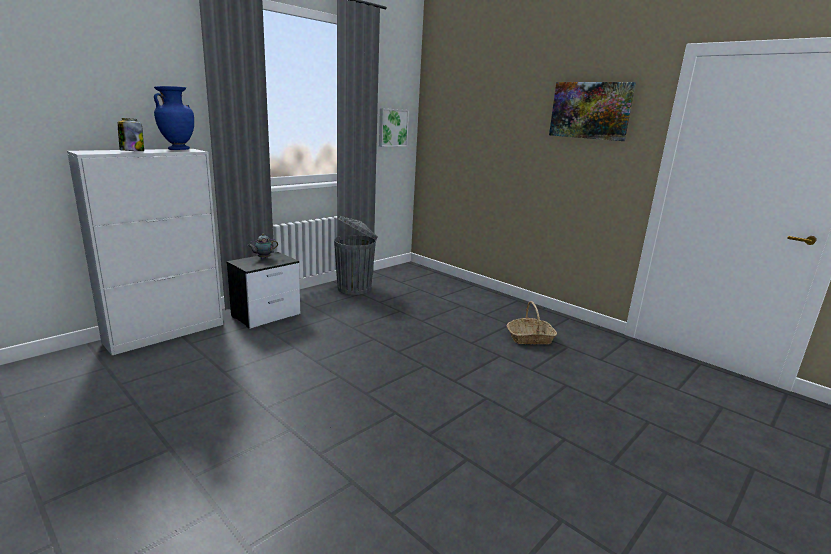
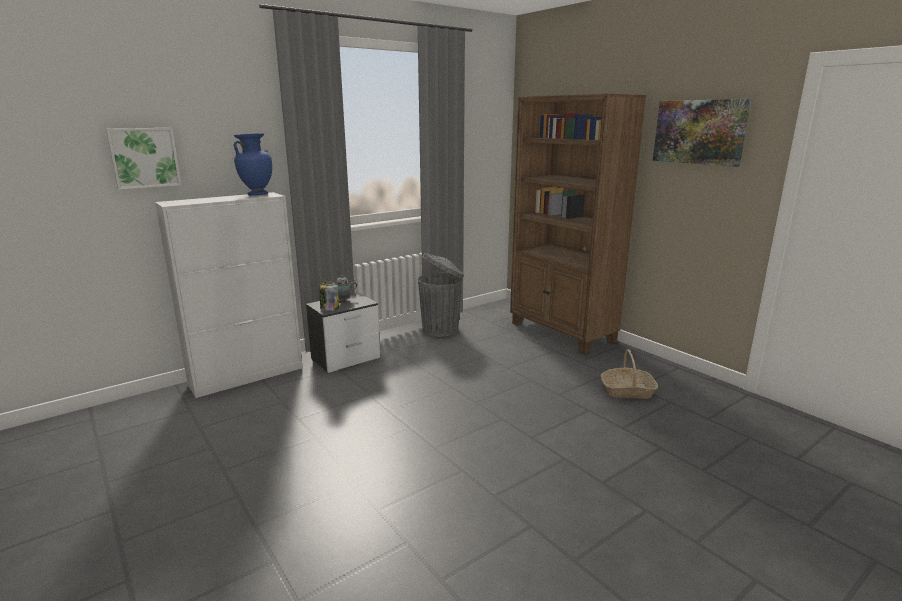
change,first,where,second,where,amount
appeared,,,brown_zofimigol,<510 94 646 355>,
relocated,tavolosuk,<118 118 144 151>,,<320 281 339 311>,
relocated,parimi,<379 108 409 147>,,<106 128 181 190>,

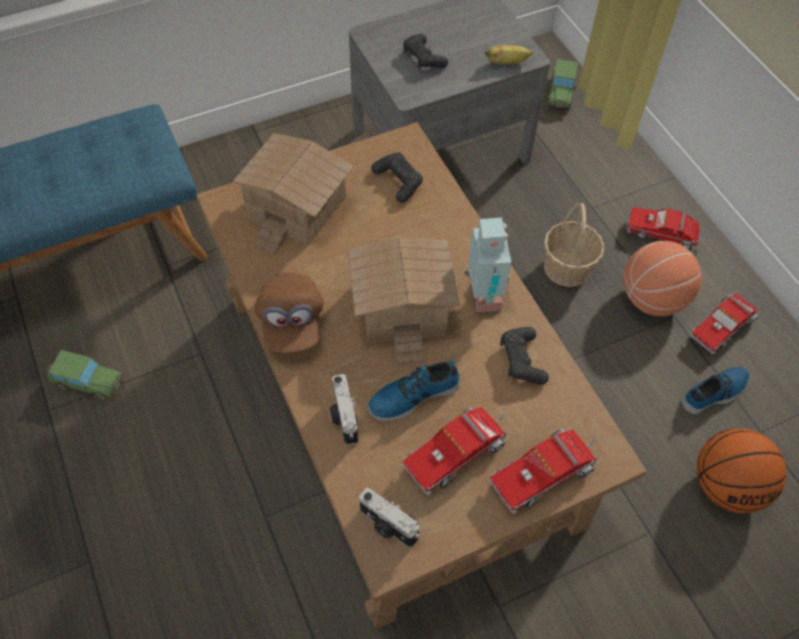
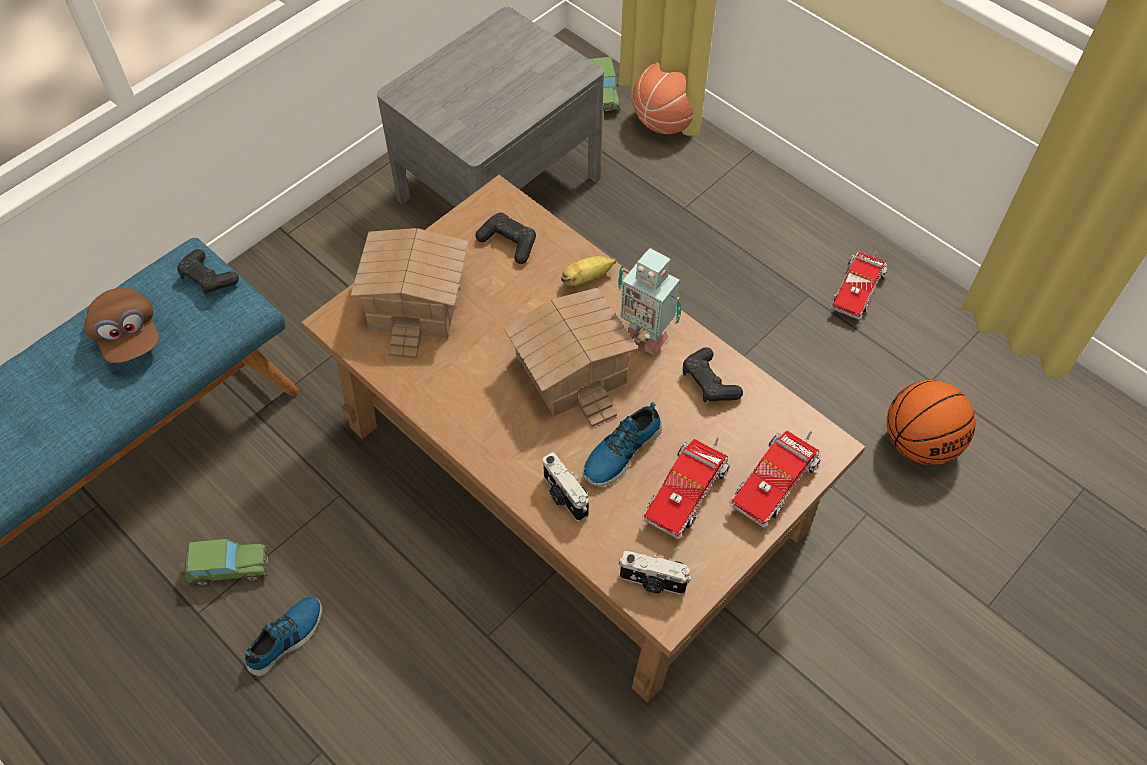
change,first,where,second,where,amount
missing,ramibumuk,<544 203 605 287>,,,
missing,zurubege,<627 207 708 250>,,,
relocated,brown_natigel,<254 272 324 353>,,<84 288 159 363>,
relocated,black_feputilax,<403 34 448 69>,,<177 249 239 295>,
relocated,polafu,<485 45 533 64>,,<561 256 616 286>,
relocated,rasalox,<623 241 702 316>,,<633 62 705 134>,
relocated,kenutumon,<682 367 749 414>,,<245 596 322 676>,
spun,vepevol,<464 217 512 312>,,<618 248 682 356>,150 degrees clockwise

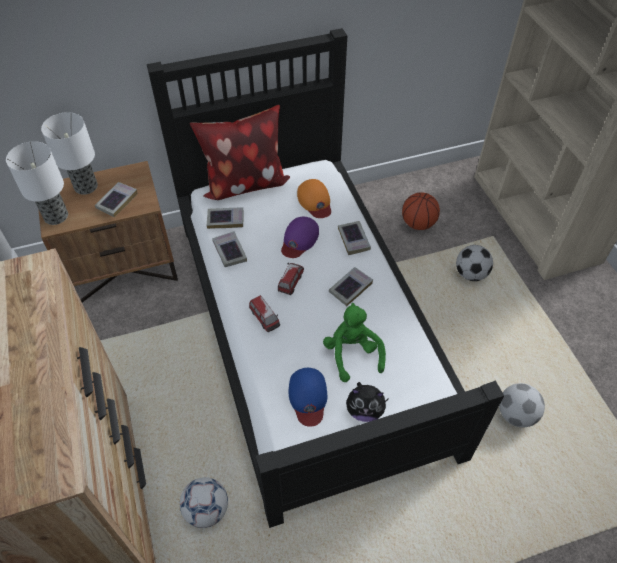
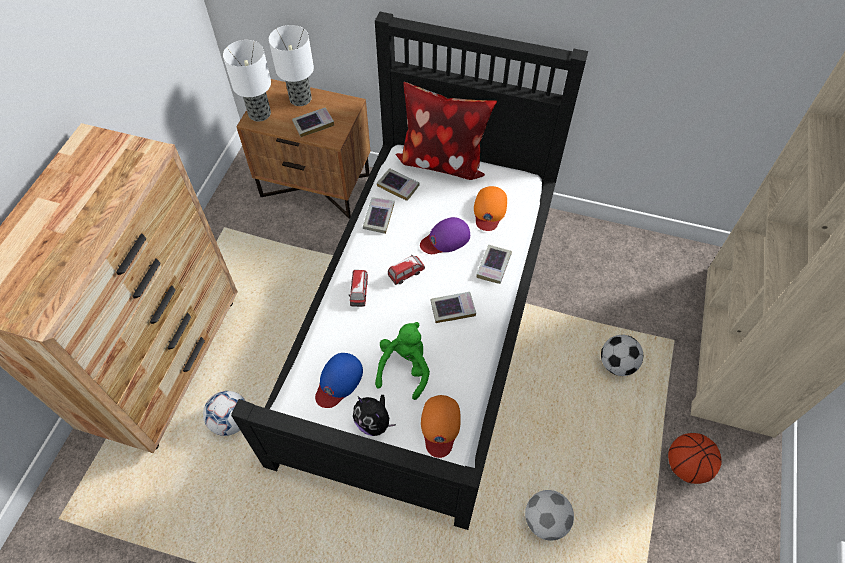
change,first,where,second,where,amount
appeared,,,orange_natigel,<421 395 461 458>,
relocated,rasalox,<402 192 440 230>,,<668 433 722 484>,

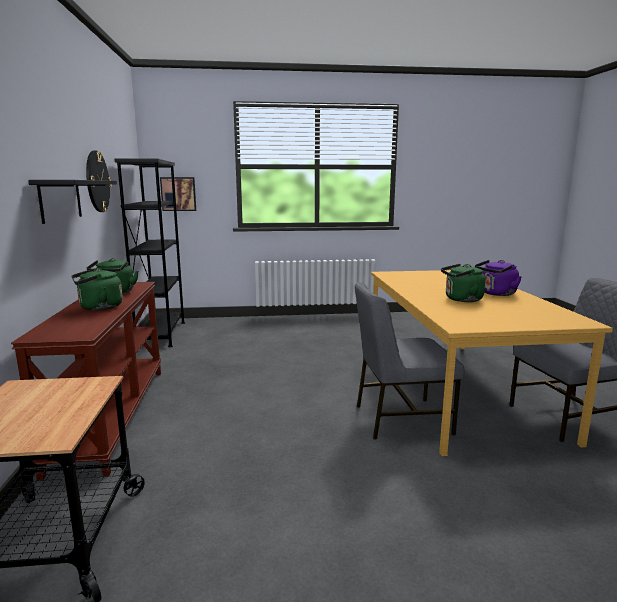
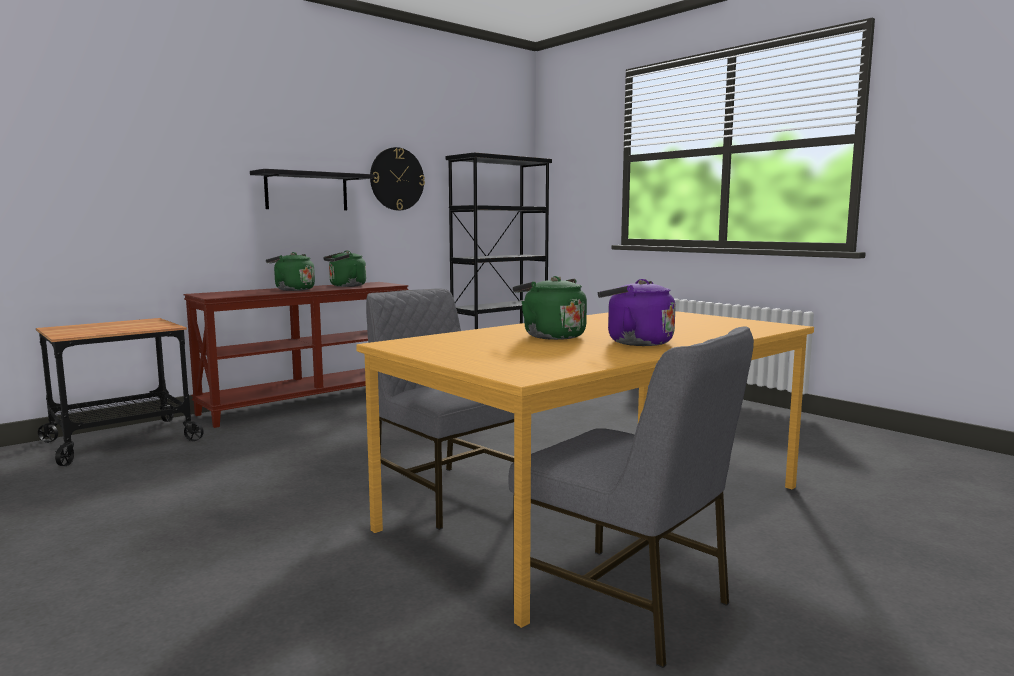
change,first,where,second,where,amount
missing,parimi,<160 177 196 211>,,,

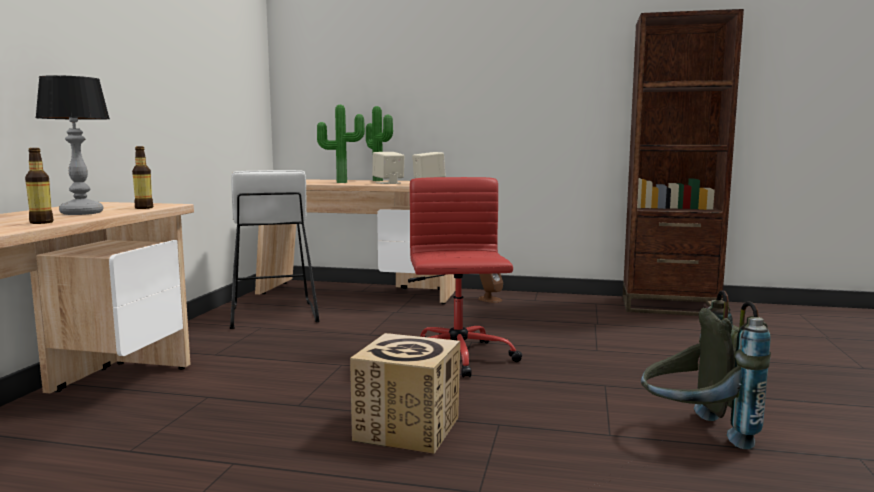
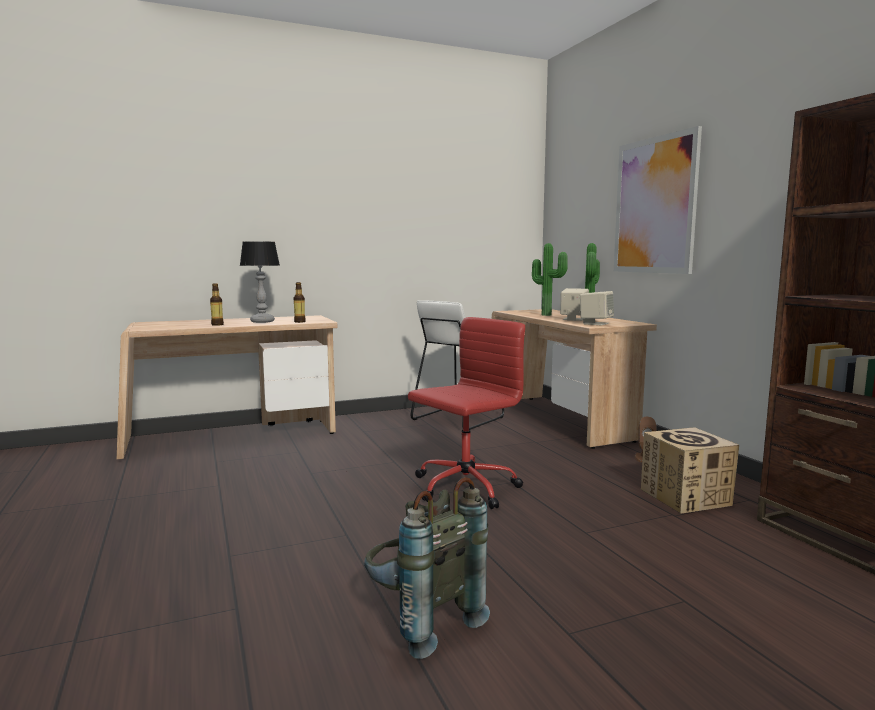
change,first,where,second,where,amount
appeared,,,parimi,<614 126 702 274>,
relocated,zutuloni,<350 333 460 454>,,<641 427 739 514>,

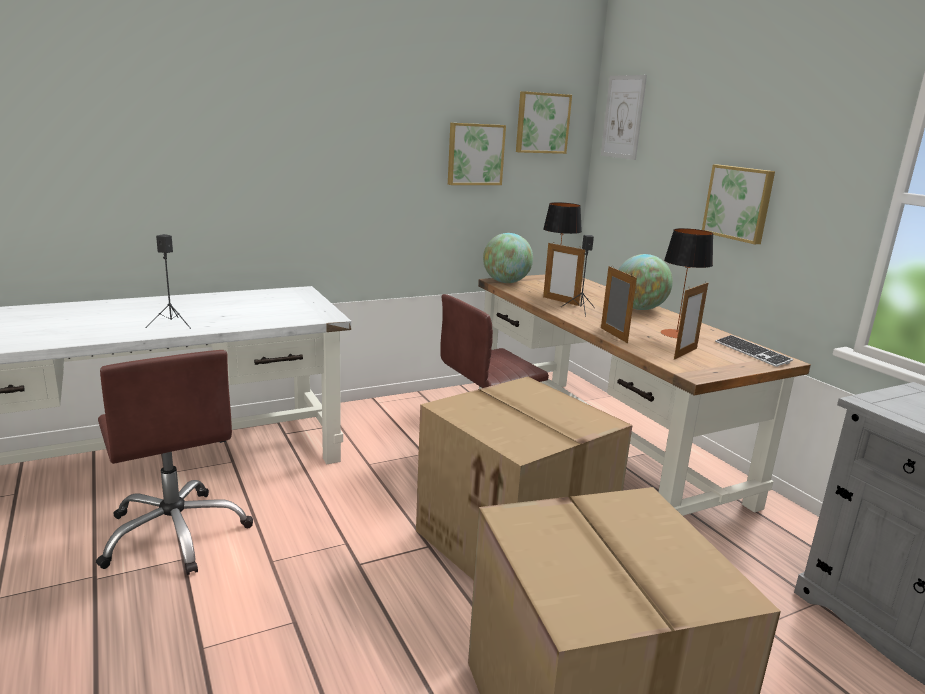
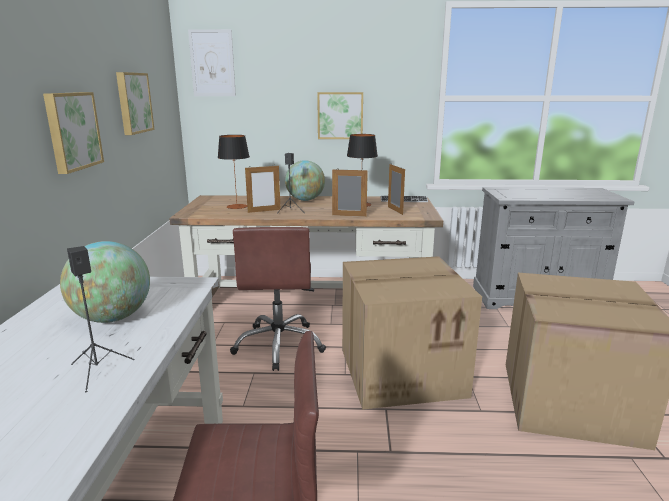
change,first,where,second,where,amount
relocated,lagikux,<483 233 533 283>,,<60 241 150 323>,
relocated,parimi,<516 91 572 154>,,<43 92 104 174>,

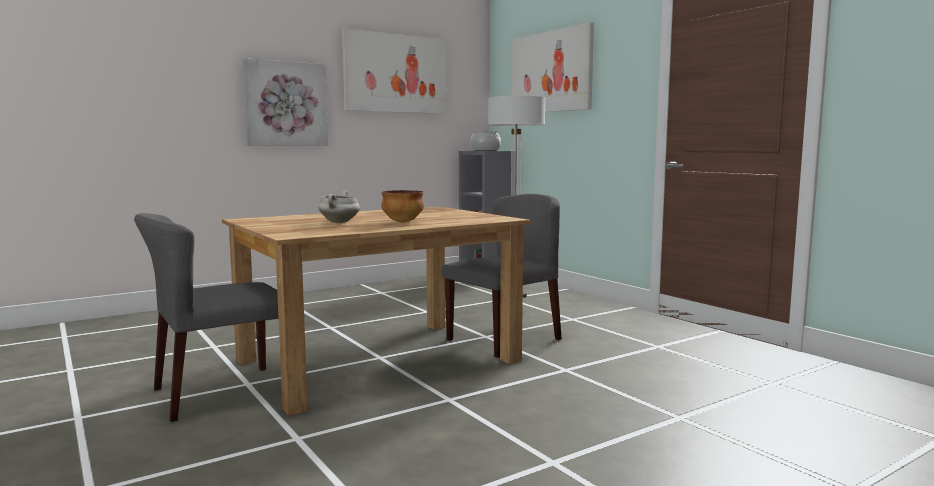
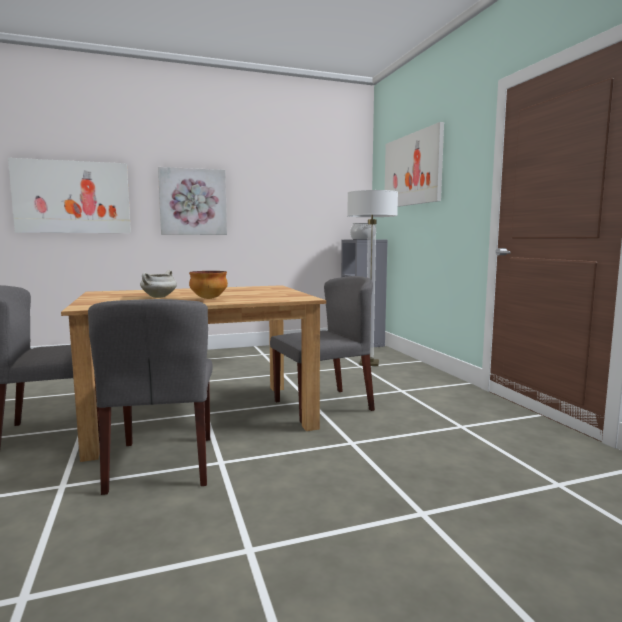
change,first,where,second,where,amount
appeared,,,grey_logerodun,<88 299 213 495>,
relocated,parimi,<342 29 446 114>,,<8 158 131 233>,

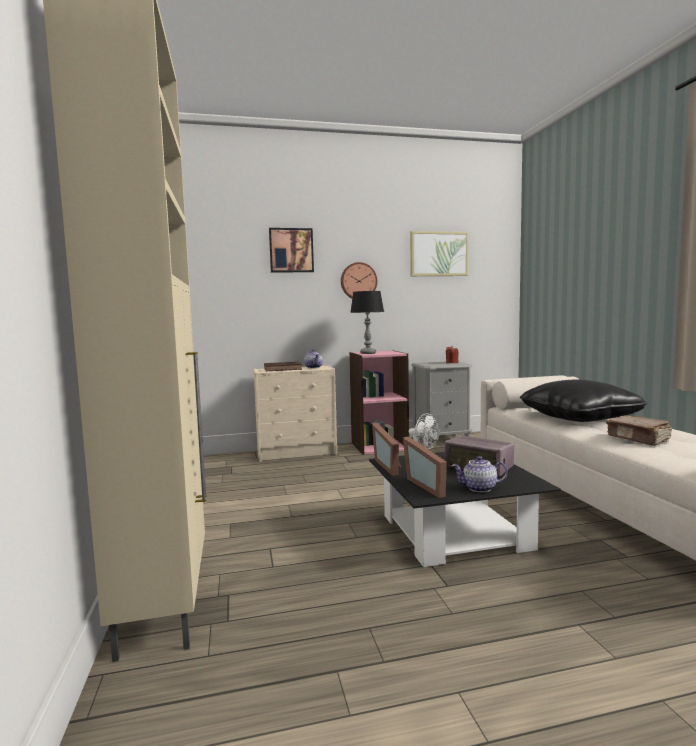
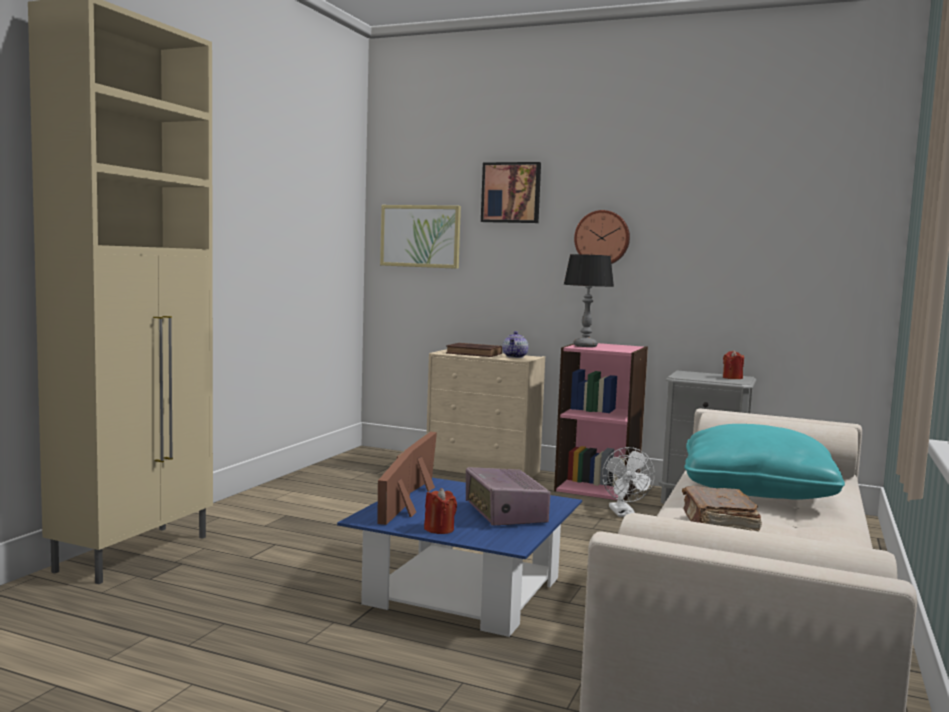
change,first,where,second,where,amount
relocated,parimi,<410 231 468 276>,,<380 205 461 269>,
exchanged,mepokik,<451 456 508 492>,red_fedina,<424 488 457 534>,
colour,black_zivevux,<369 452 561 567>,blue_zivevux,<337 478 582 637>,
colour,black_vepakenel,<520 380 647 422>,turquoise_vepakenel,<684 424 845 500>,

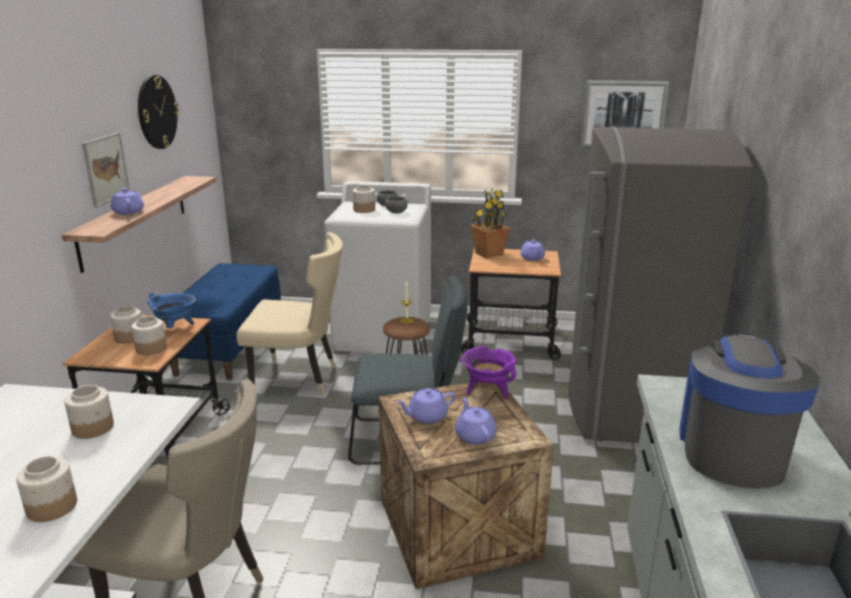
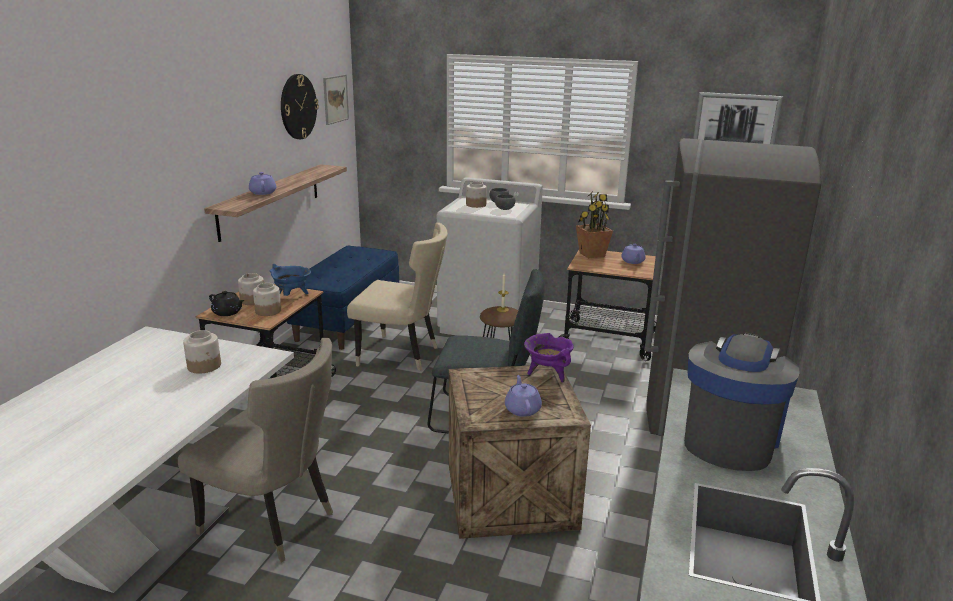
change,first,where,second,where,amount
missing,tavolosuk,<16 456 77 522>,,,
missing,purple_mepokik,<396 388 456 424>,,,
appeared,,,black_mepokik,<209 291 244 316>,
relocated,parimi,<82 133 130 208>,,<323 74 349 125>,

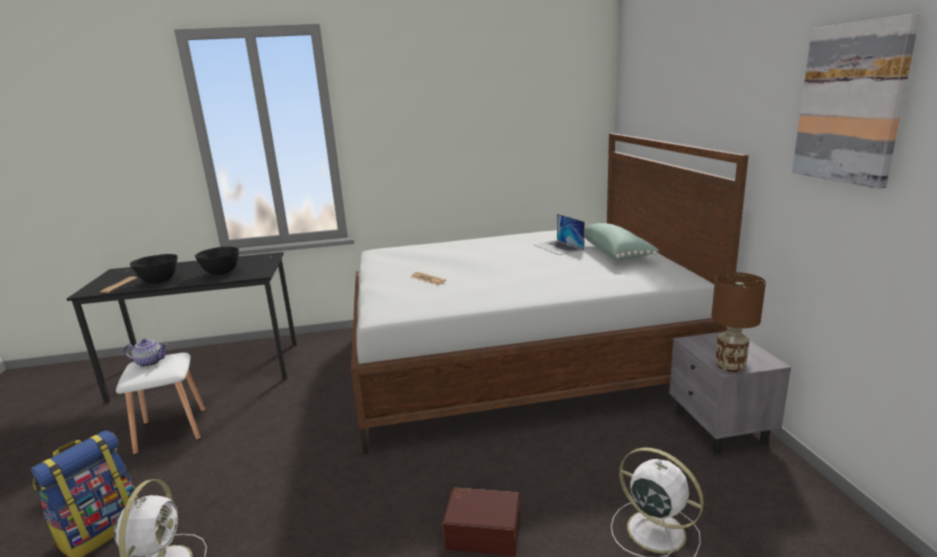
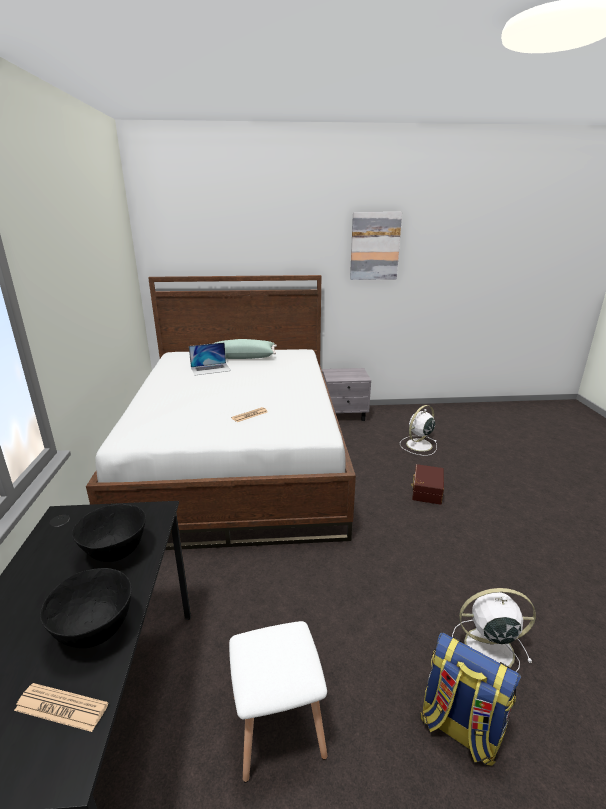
change,first,where,second,where,amount
missing,mepokik,<124 339 168 367>,,,
missing,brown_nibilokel,<711 272 766 372>,,,

